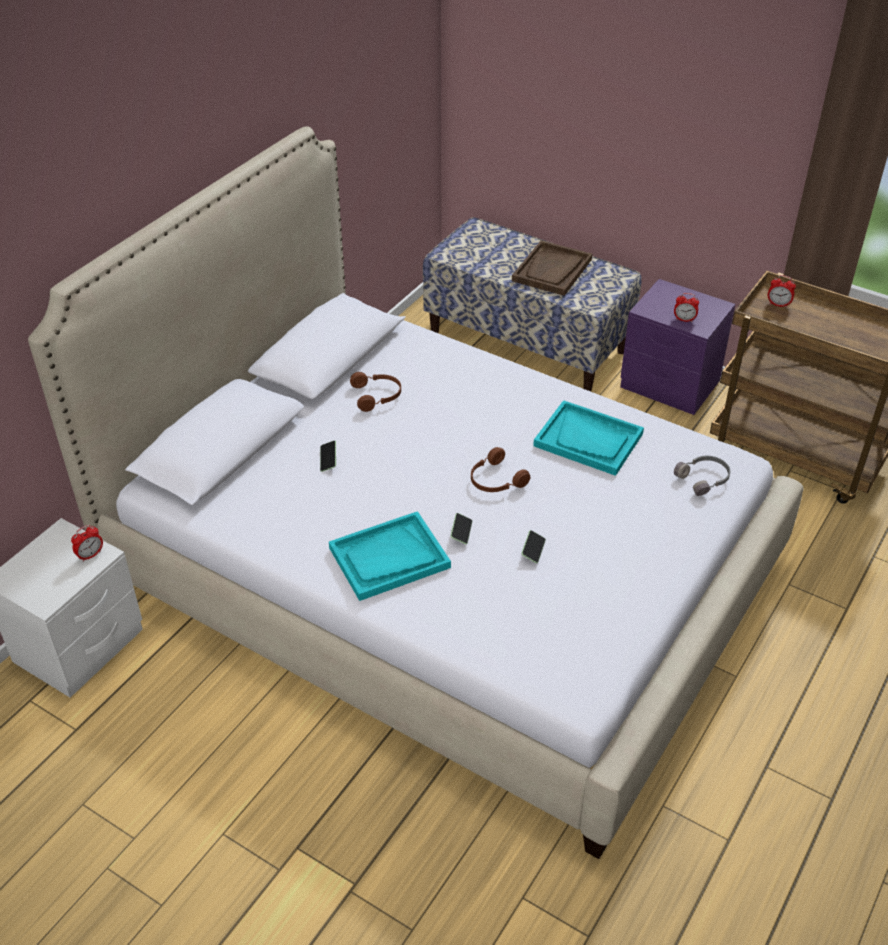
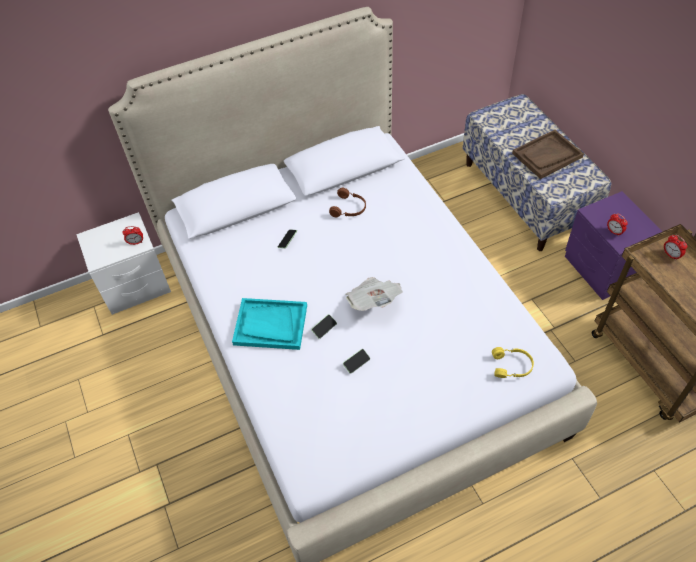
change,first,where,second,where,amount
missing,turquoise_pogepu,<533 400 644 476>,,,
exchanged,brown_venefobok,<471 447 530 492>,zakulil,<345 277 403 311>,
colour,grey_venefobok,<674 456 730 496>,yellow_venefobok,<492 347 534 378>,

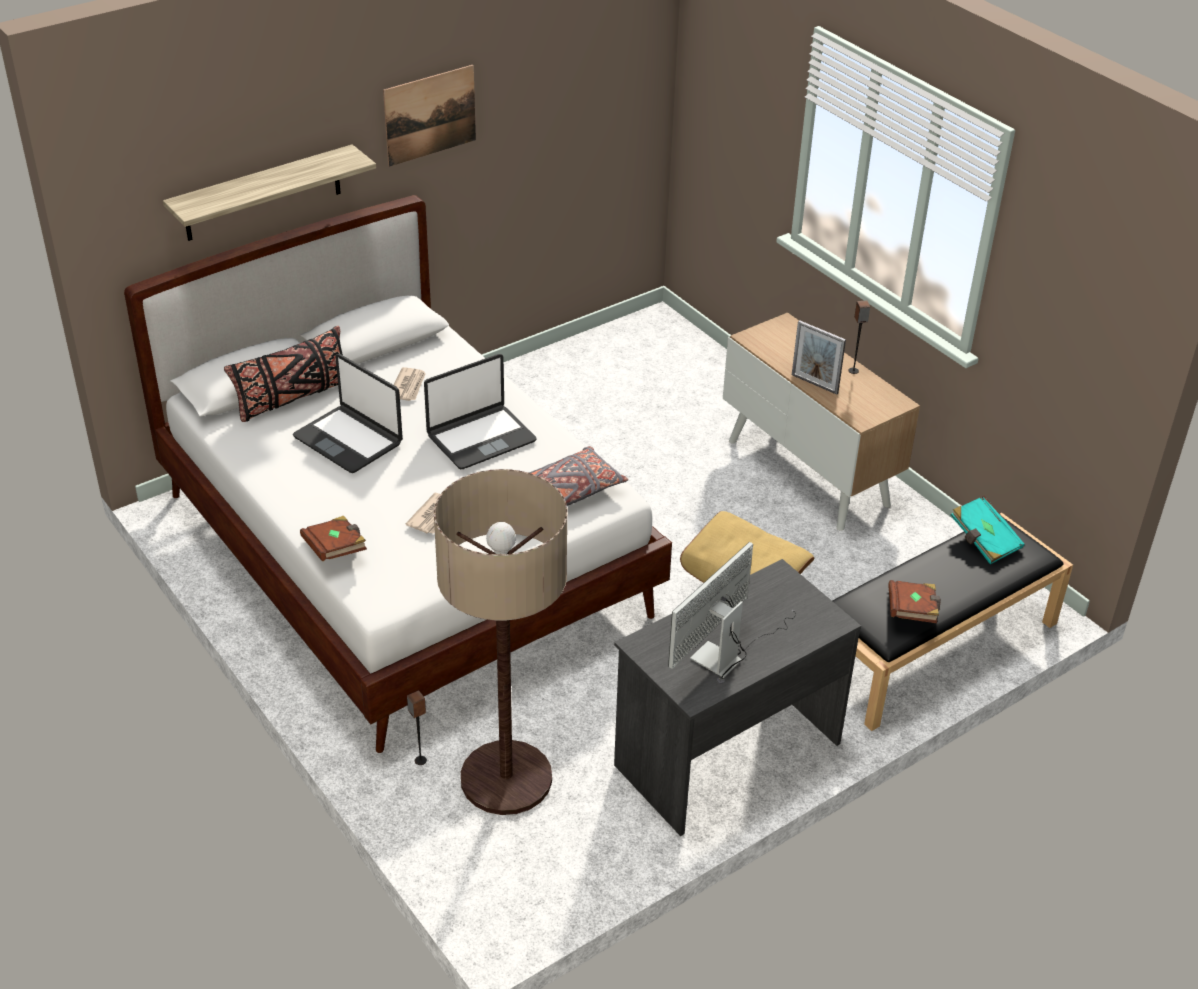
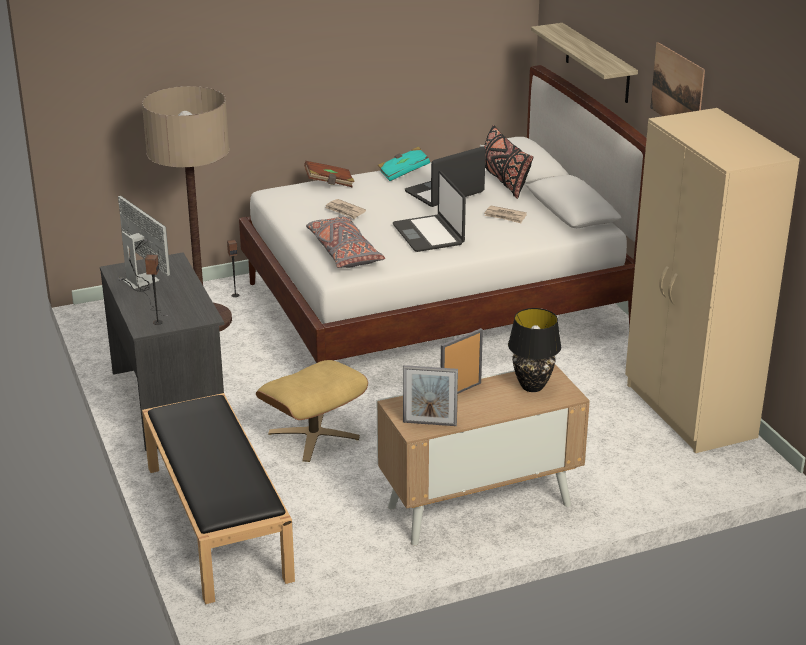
change,first,where,second,where,amount
missing,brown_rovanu,<888 580 941 623>,,,
appeared,,,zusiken,<403 365 458 426>,
appeared,,,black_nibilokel,<508 308 561 392>,
appeared,,,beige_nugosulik,<625 108 800 453>,
relocated,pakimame,<848 301 870 374>,,<145 254 163 325>,
relocated,turquoise_rovanu,<951 496 1025 564>,,<378 147 430 181>,

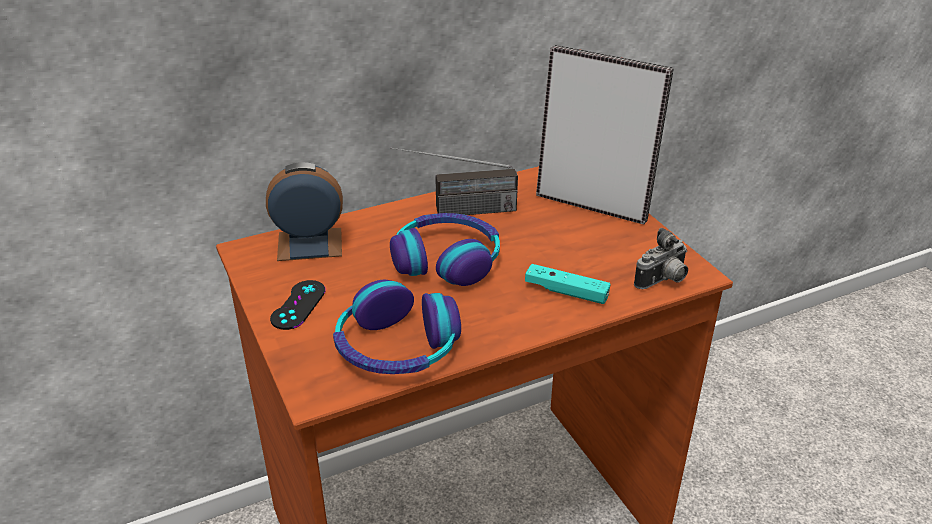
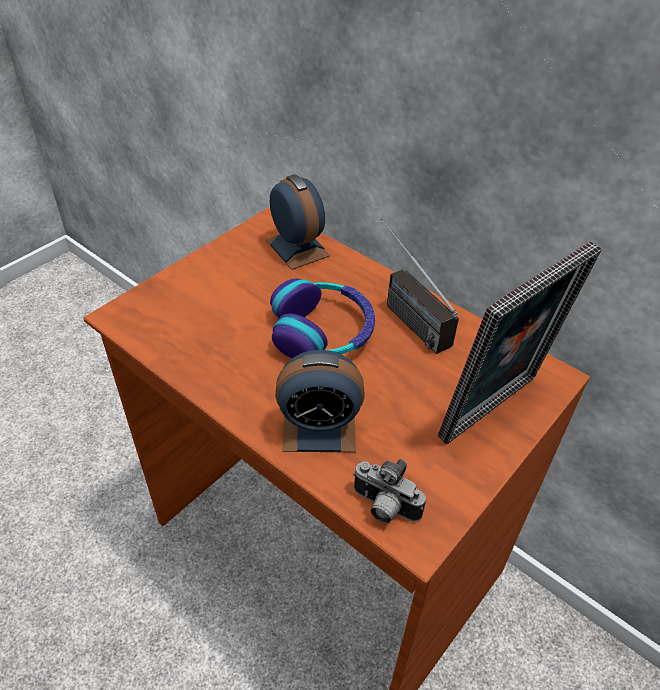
change,first,where,second,where,amount
missing,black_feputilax,<270 280 326 330>,,,
missing,venefobok,<333 280 461 374>,,,
exchanged,turquoise_feputilax,<525 264 611 304>,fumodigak,<275 350 365 452>,
spun,zusiken,<536 45 674 224>,,<438 241 602 444>,45 degrees clockwise

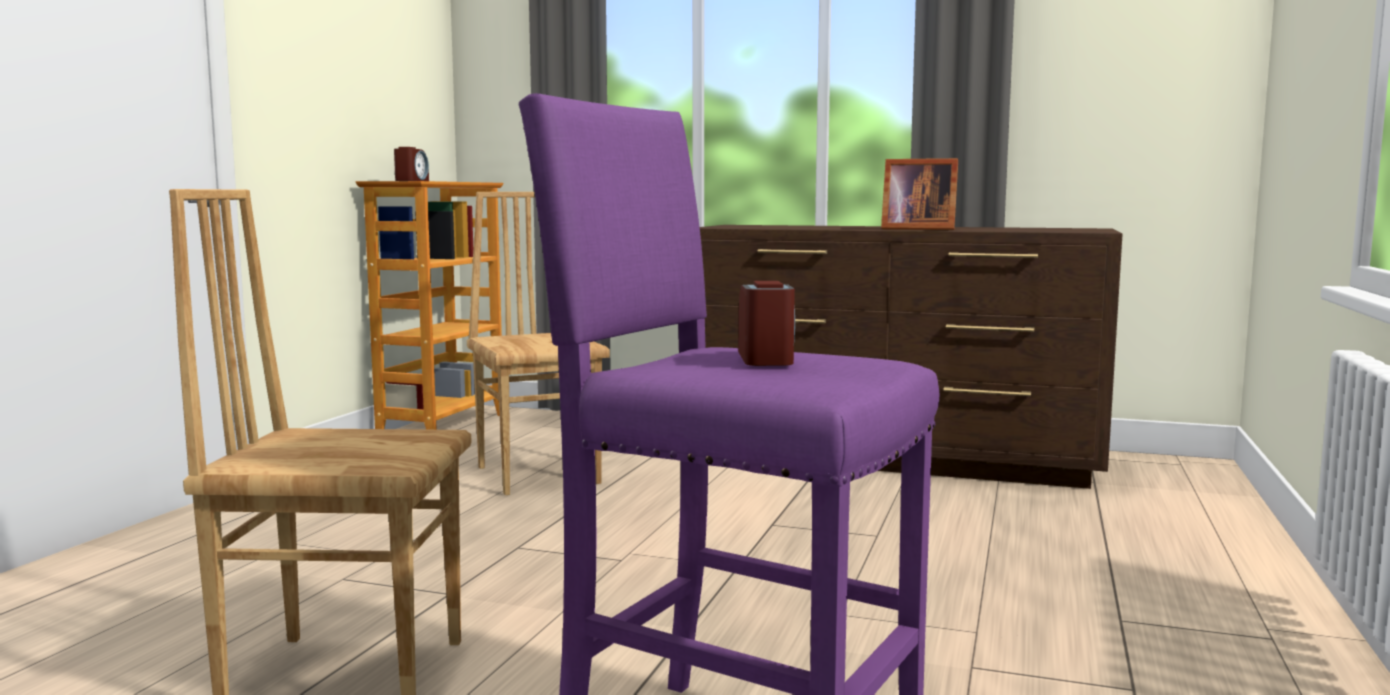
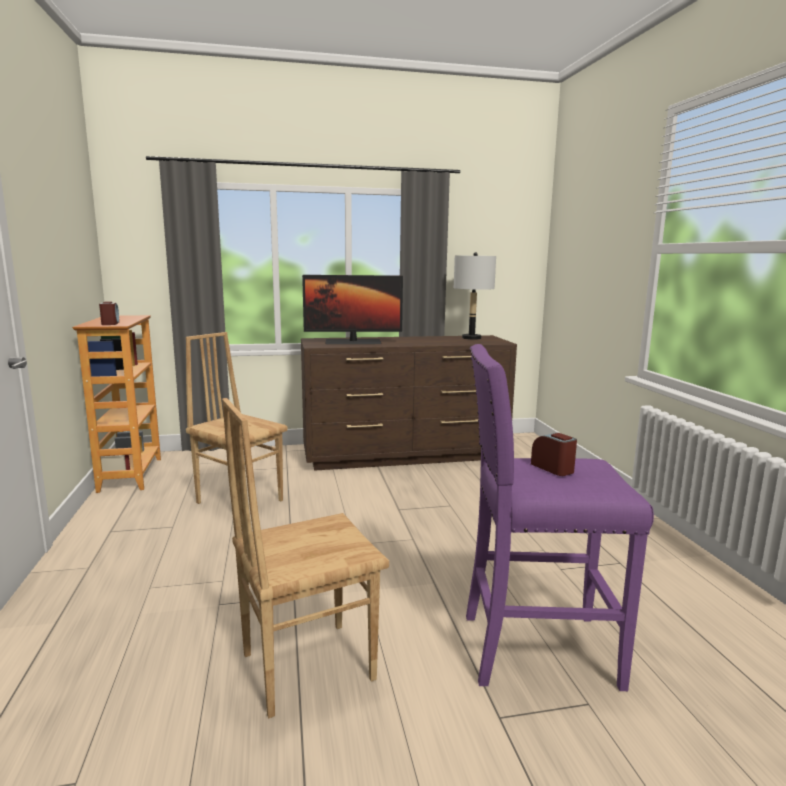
change,first,where,second,where,amount
missing,zusiken,<881 158 958 230>,,,
appeared,,,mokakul,<302 275 403 344>,
appeared,,,grey_nibilokel,<454 252 496 340>,

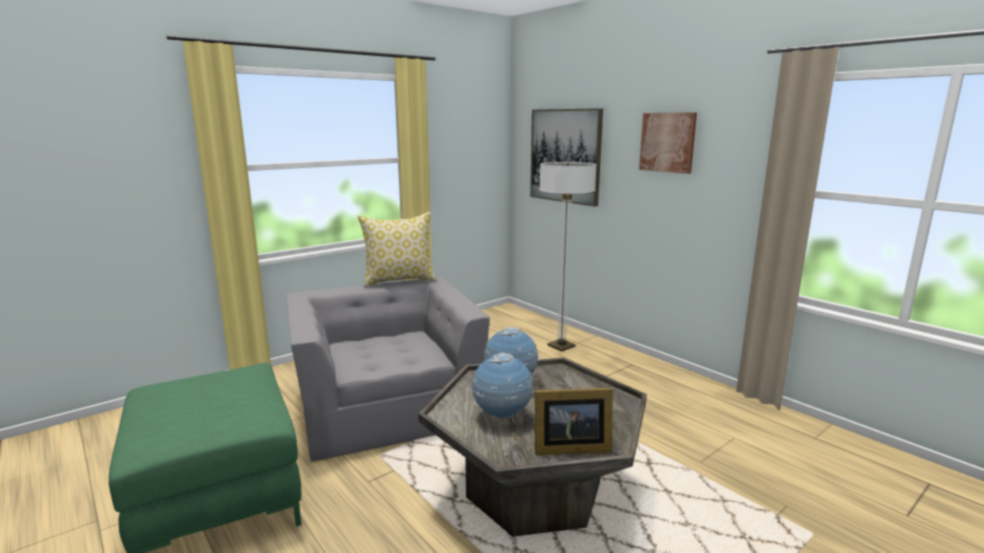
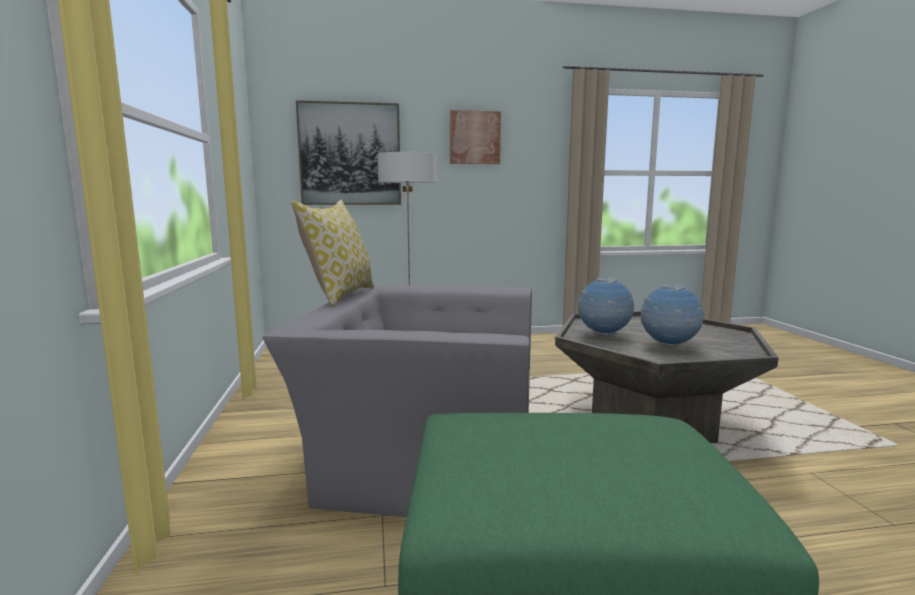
change,first,where,second,where,amount
missing,zusiken,<535 388 613 455>,,,

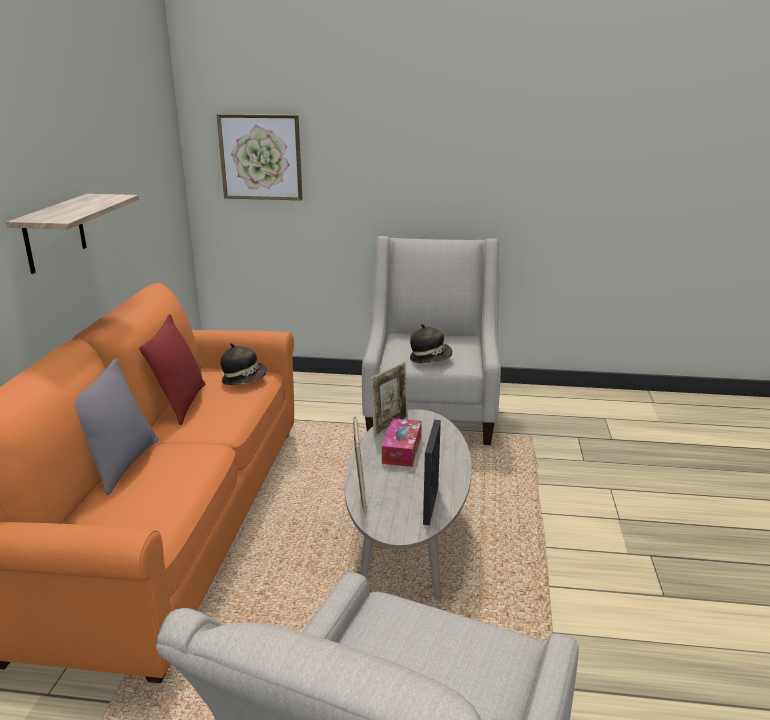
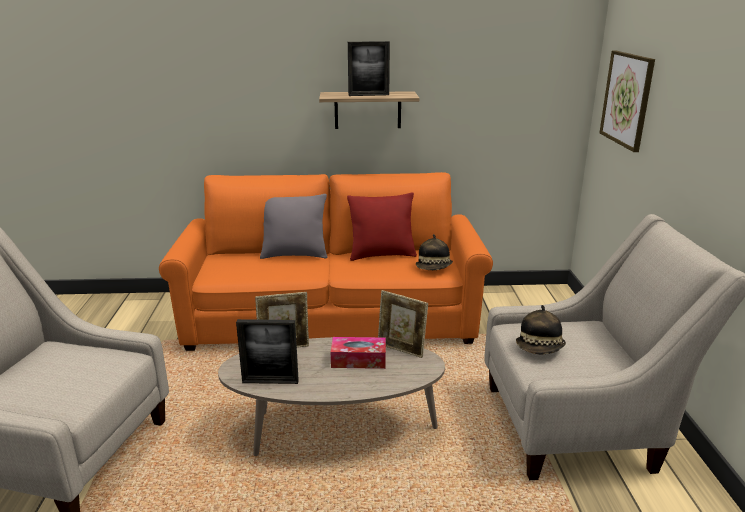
change,first,where,second,where,amount
appeared,,,zusiken,<348 41 390 96>,

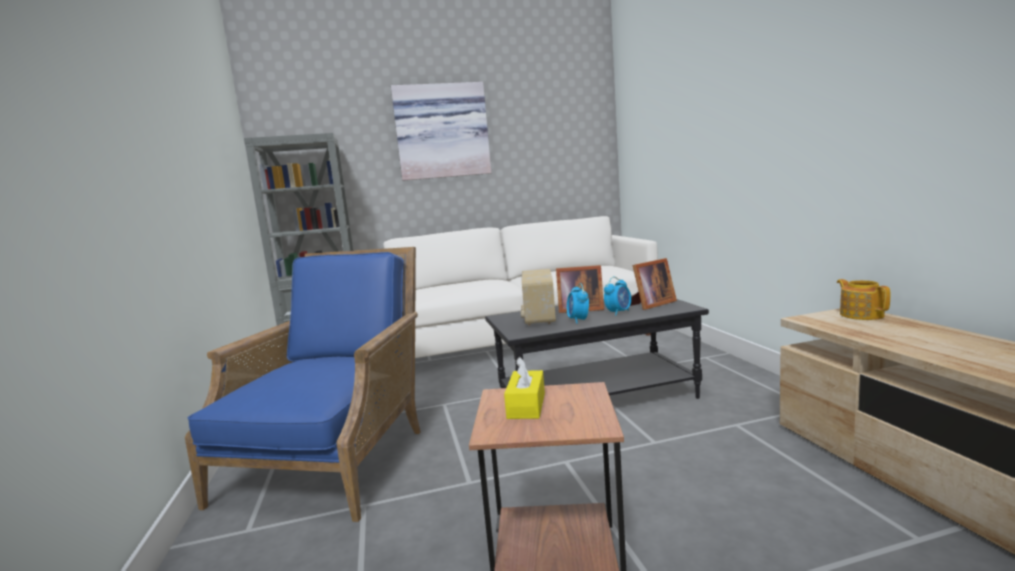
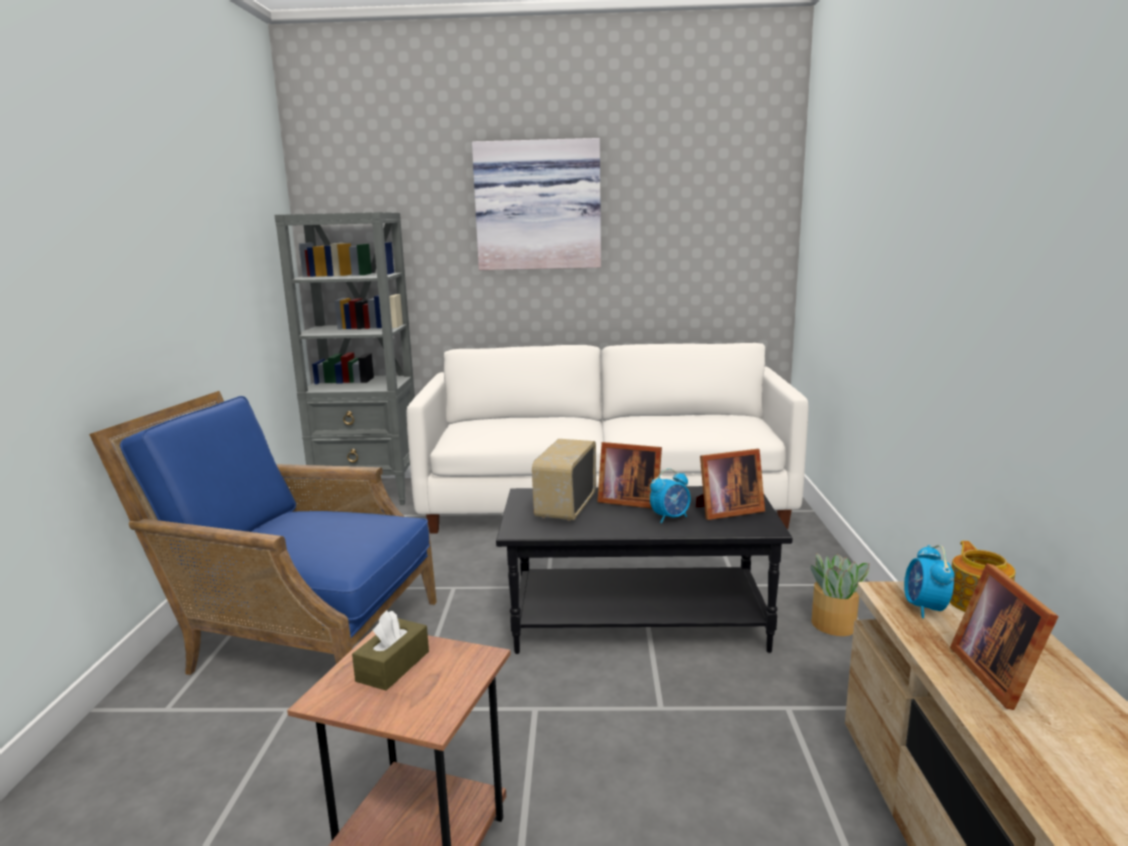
change,first,where,second,where,amount
appeared,,,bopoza,<811 553 870 636>,
appeared,,,zusiken,<950 563 1059 710>,
relocated,fumodigak,<567 283 589 324>,,<904 545 954 618>,
colour,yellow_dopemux,<504 357 545 419>,brown_dopemux,<352 610 429 691>,
spun,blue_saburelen,<185 247 421 522>,,<89 391 437 675>,105 degrees counterclockwise

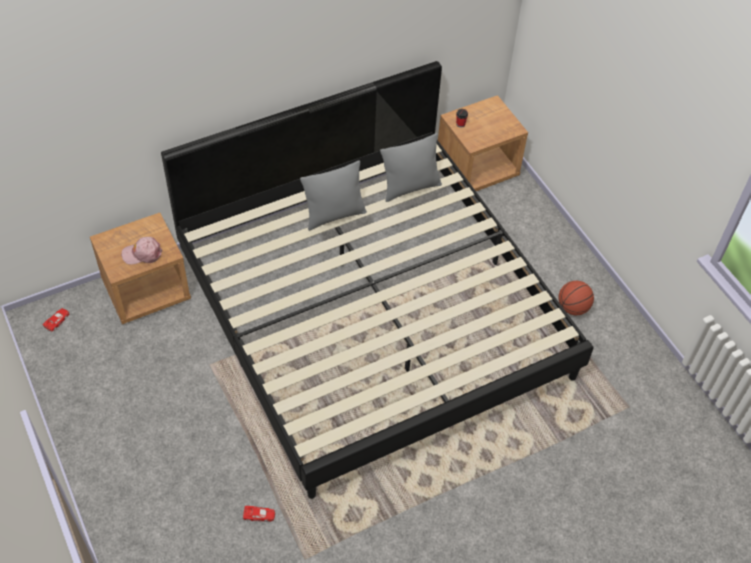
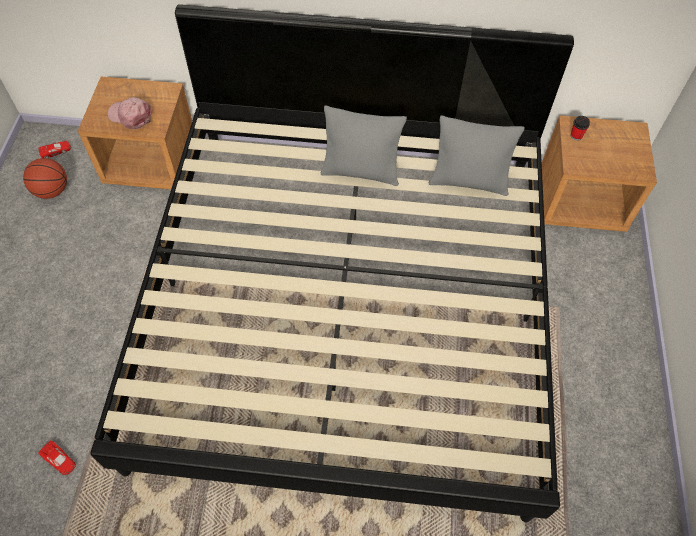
change,first,where,second,where,amount
relocated,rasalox,<558 281 594 315>,,<23 158 67 199>,

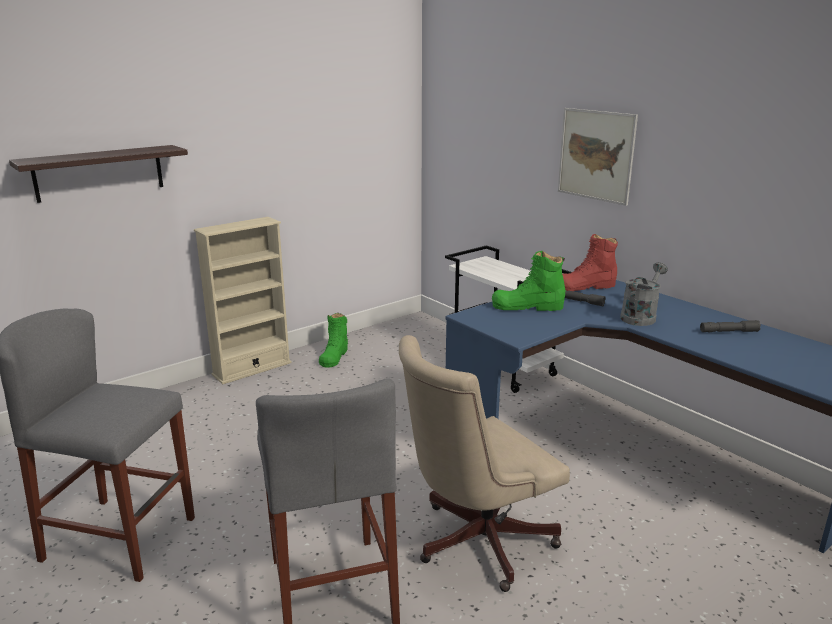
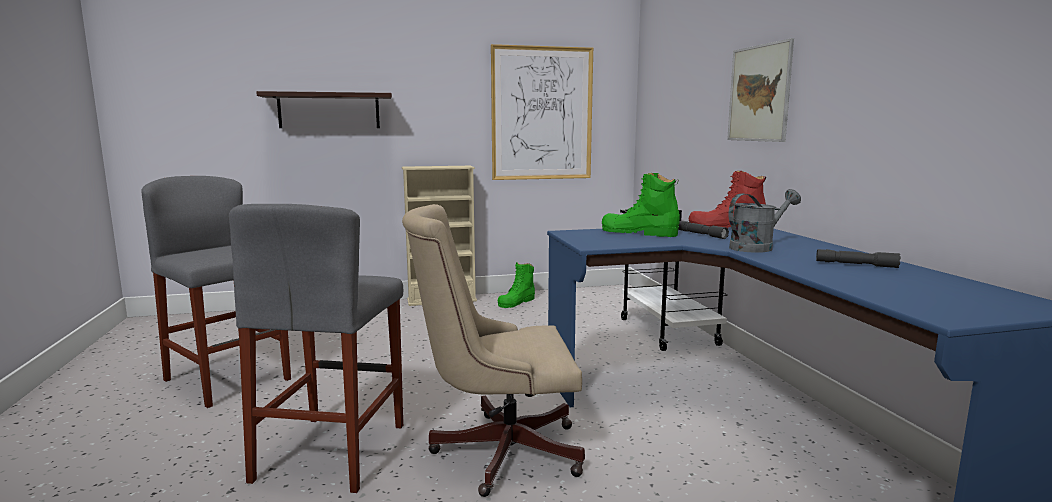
change,first,where,second,where,amount
appeared,,,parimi,<491 44 593 180>,

